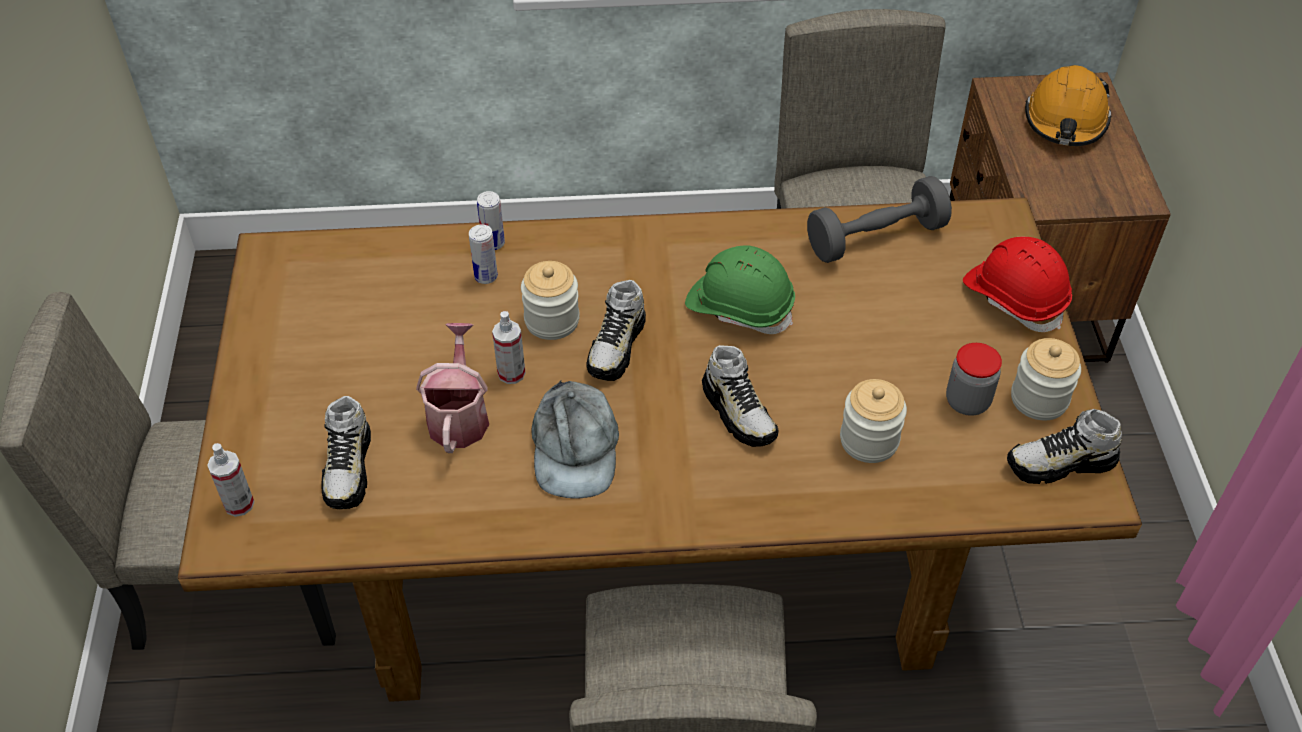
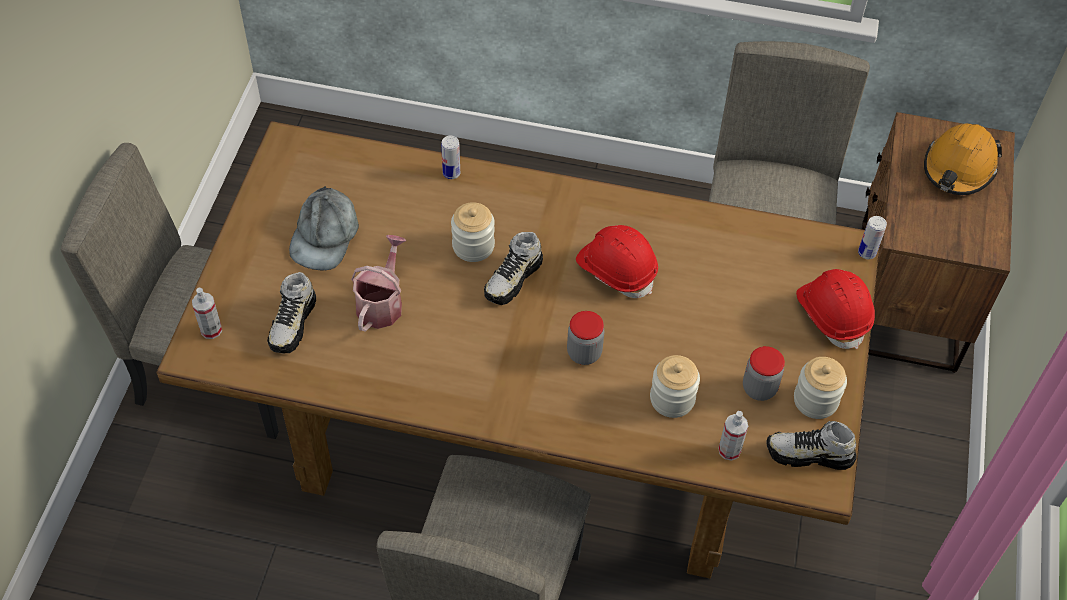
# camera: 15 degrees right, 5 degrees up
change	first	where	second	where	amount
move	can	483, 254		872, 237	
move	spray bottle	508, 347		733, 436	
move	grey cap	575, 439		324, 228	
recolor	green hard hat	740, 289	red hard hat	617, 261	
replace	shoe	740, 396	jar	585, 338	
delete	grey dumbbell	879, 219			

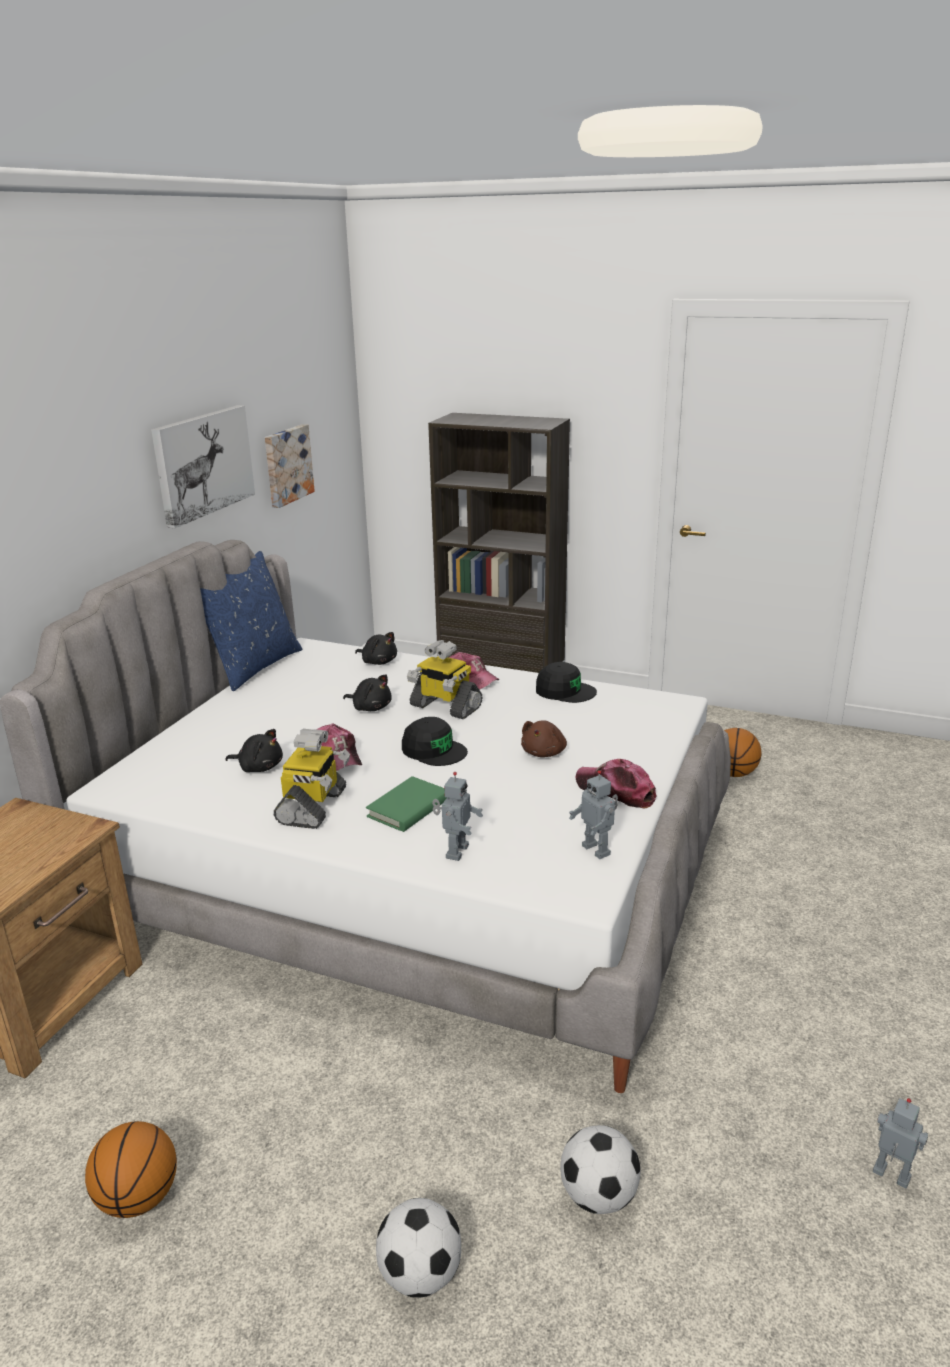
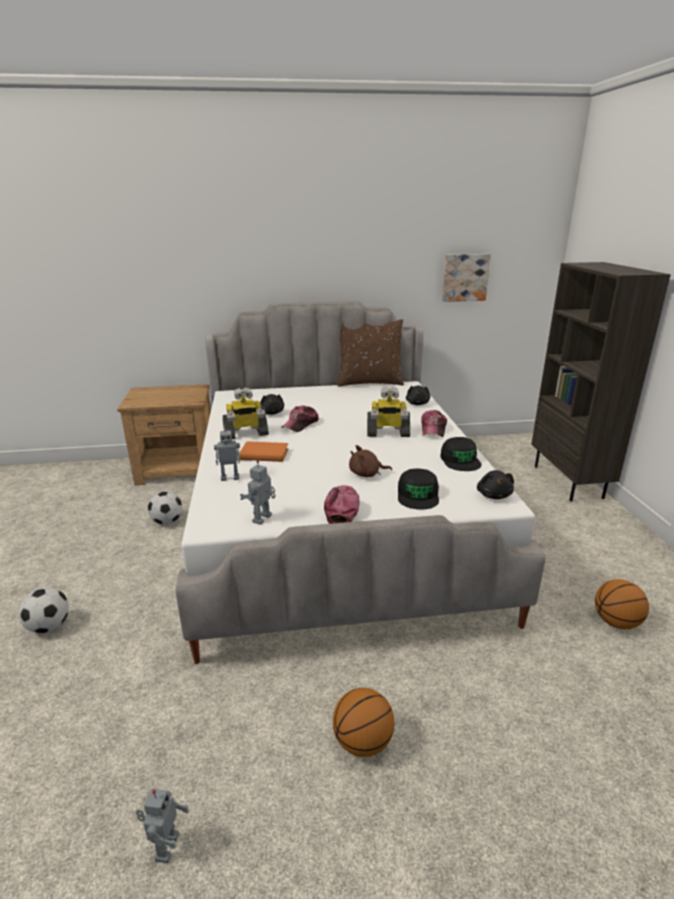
# camera: 60 degrees right, 0 degrees up
change	first	where	second	where	amount
move	basketball	131, 1169		364, 722	
delete	picture	203, 467			
recolor	blue pillow	251, 621	brown pillow	371, 353	
move	black plush toy	367, 692		495, 484	
recolor	green book	406, 804	orange book	264, 451	
move	black cap	435, 741		418, 489	
rotate	toy robot	444, 679		388, 412	90 degrees counterclockwise
move	football	600, 1169		165, 507	

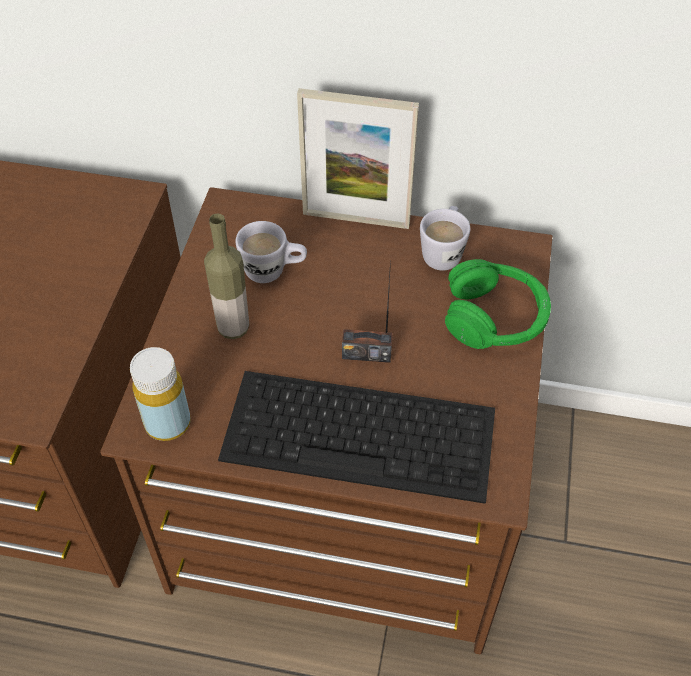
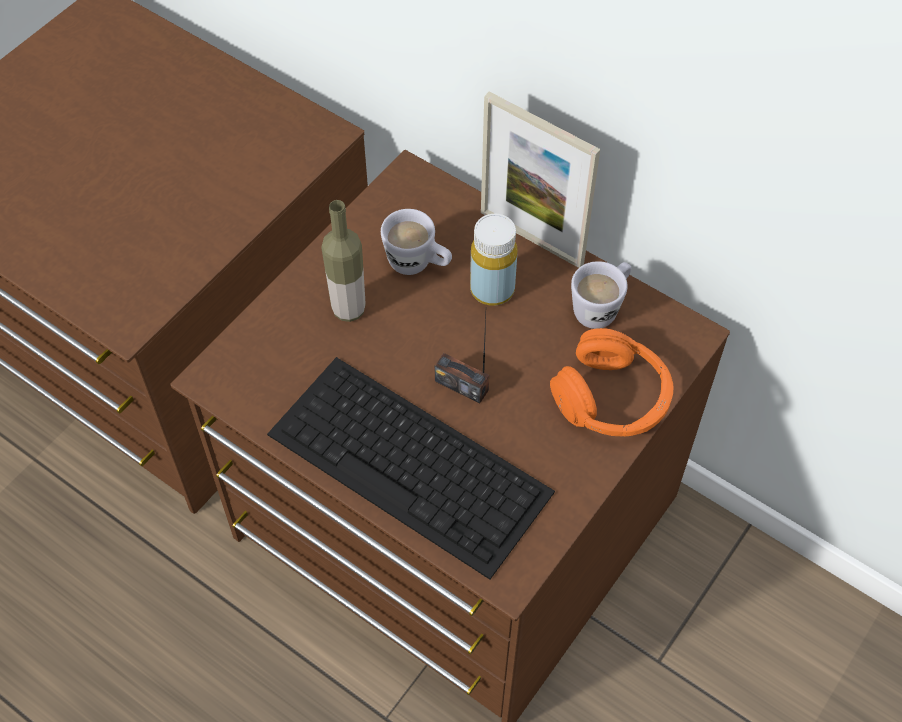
# camera: 25 degrees right, 5 degrees up
change	first	where	second	where	amount
move	yellow bottle	160, 394		493, 259	
recolor	green headphones	498, 304	orange headphones	612, 382	

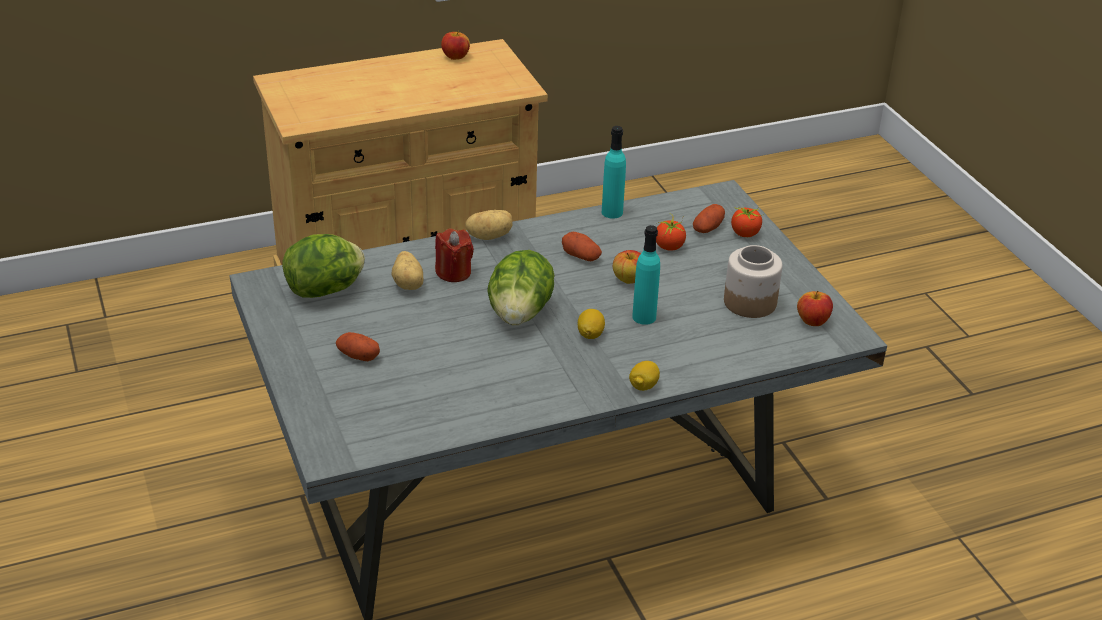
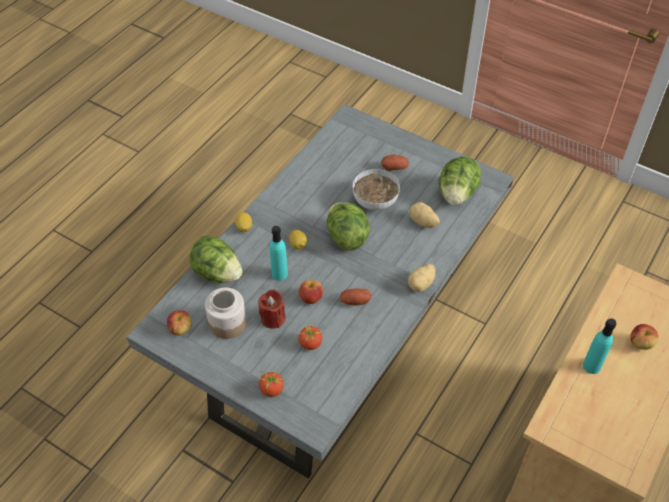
# camera: 145 degrees right, 15 degrees up
change	first	where	second	where	amount
move	red candle	454, 255		272, 309	
move	apple	455, 45		644, 337	
move	turquoise bottle	614, 172		599, 346	
delete	potato	709, 218			
insert			lettuce	216, 260	
insert			bowl	376, 189	

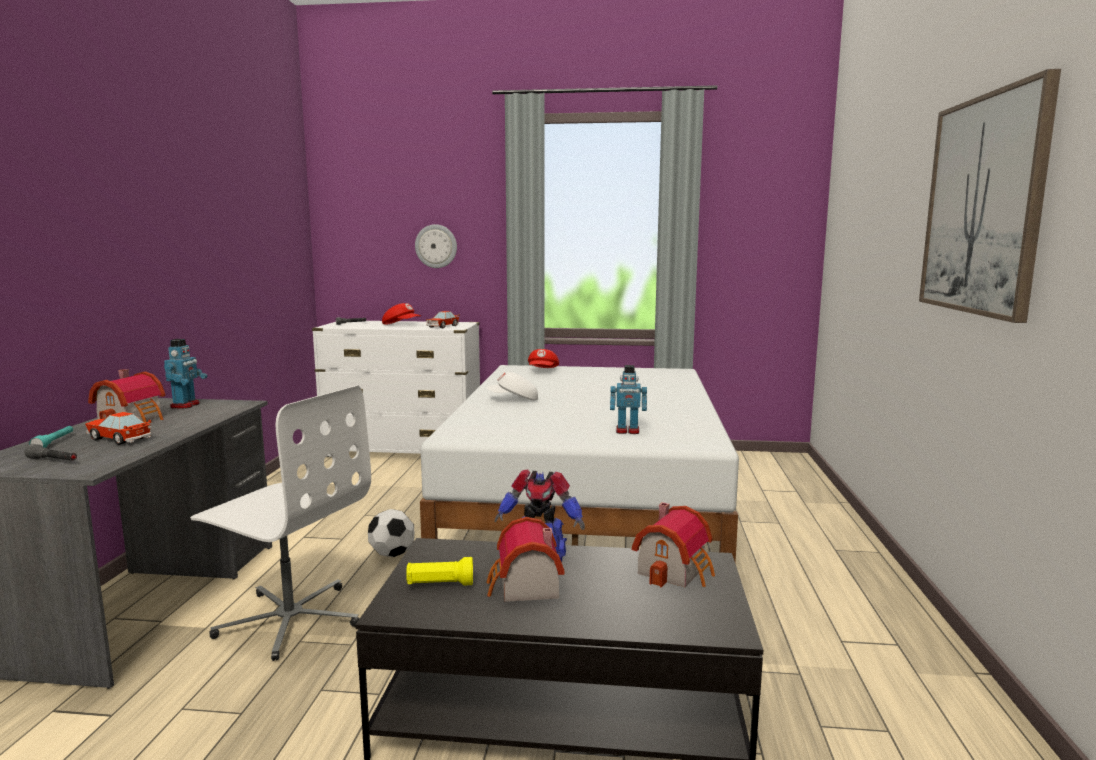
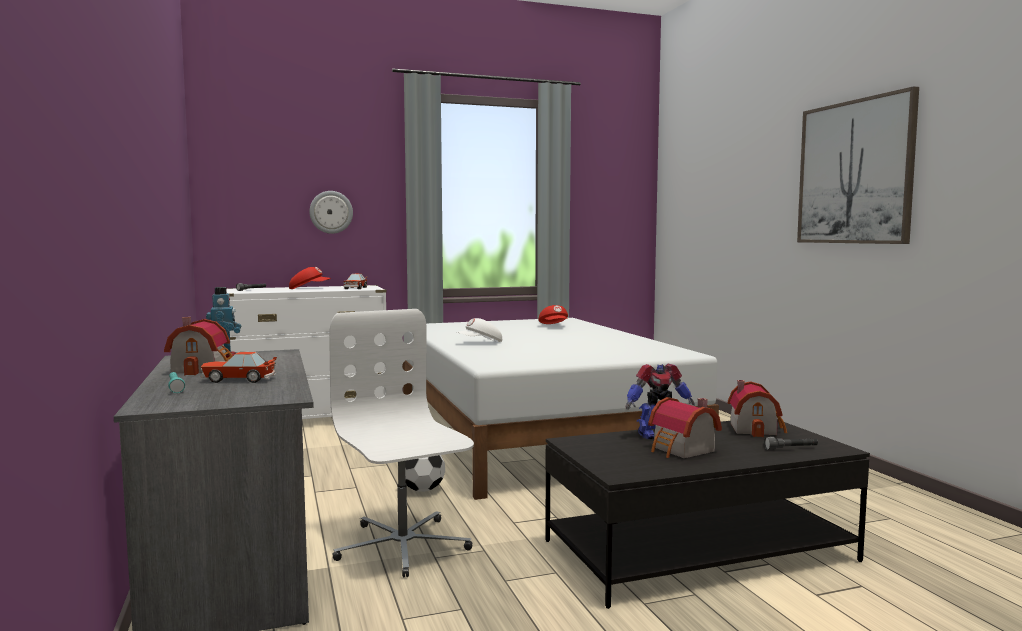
# camera: 25 degrees left, 5 degrees down
change	first	where	second	where	amount
move	grey flashlight	50, 452		791, 443	
rotate	white office chair	280, 523		401, 443	120 degrees counterclockwise
delete	yellow flashlight	439, 571			
move	red cap	543, 358		553, 314	
delete	toy robot	628, 399			

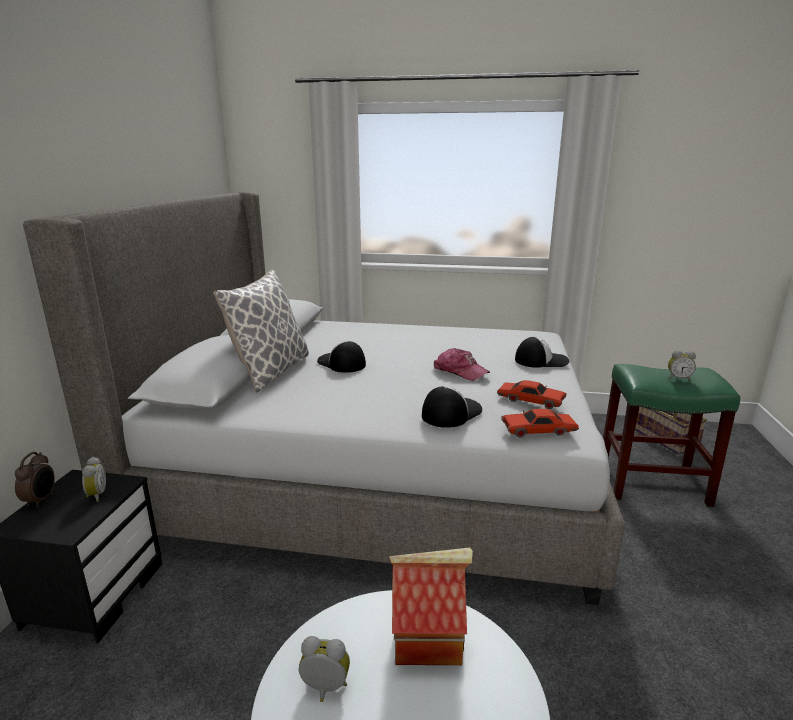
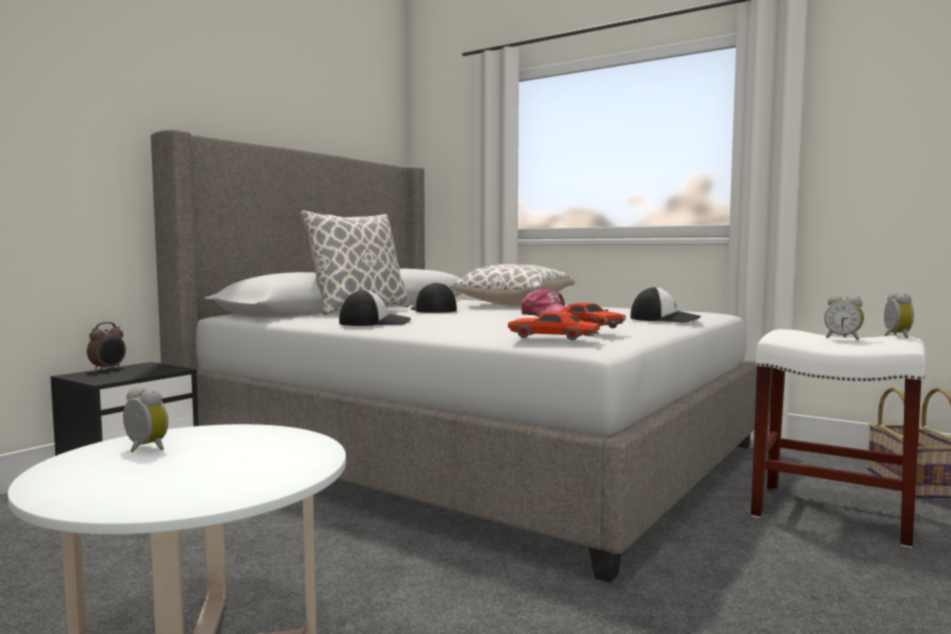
# camera: 25 degrees right, 15 degrees down
change	first	where	second	where	amount
move	alarm clock	94, 479		899, 315	
delete	toy house	431, 606			
move	cap	452, 407		375, 307	
recolor	green stool	671, 436	white stool	838, 438	
insert			pillow	513, 285	

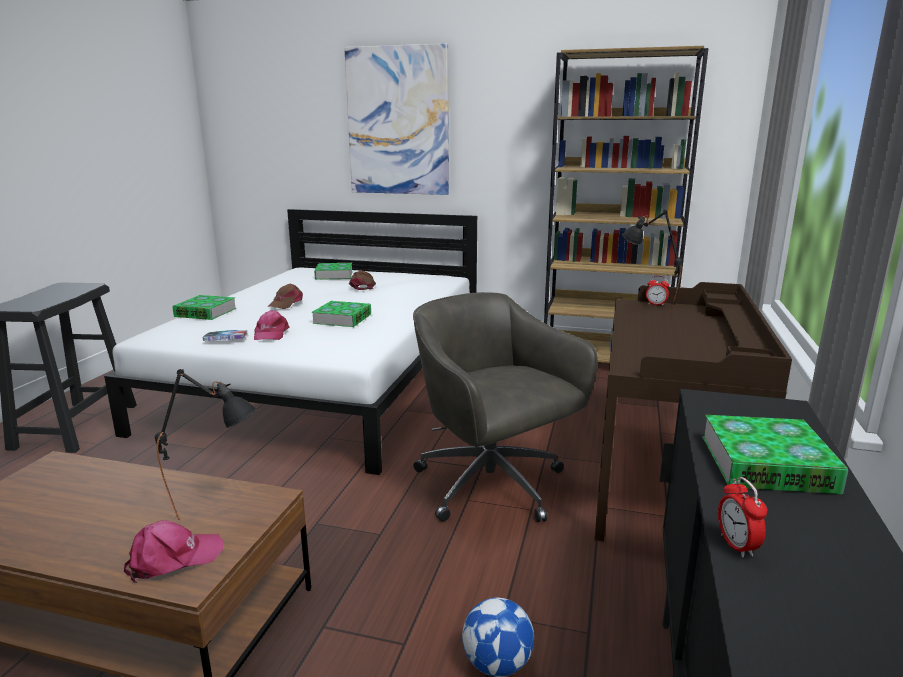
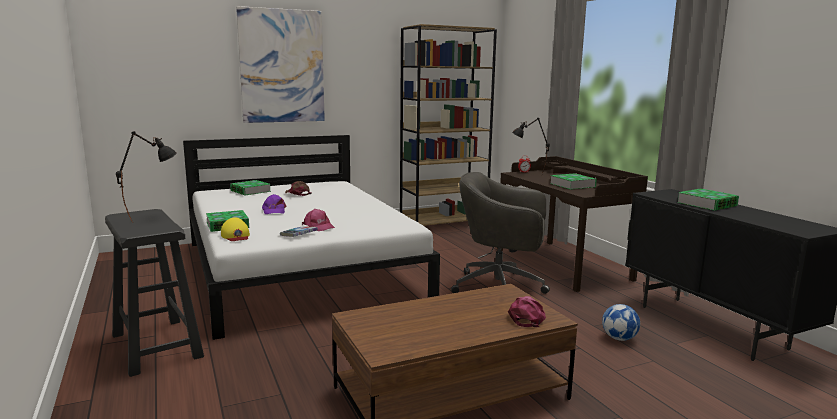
# camera: 40 degrees left, 5 degrees down
change	first	where	second	where	amount
move	black table lamp	206, 444		146, 176	
recolor	brown cap	285, 296	purple cap	274, 204	
move	book	341, 314		573, 181	
delete	alarm clock	742, 517			
insert			yellow cap	235, 229	

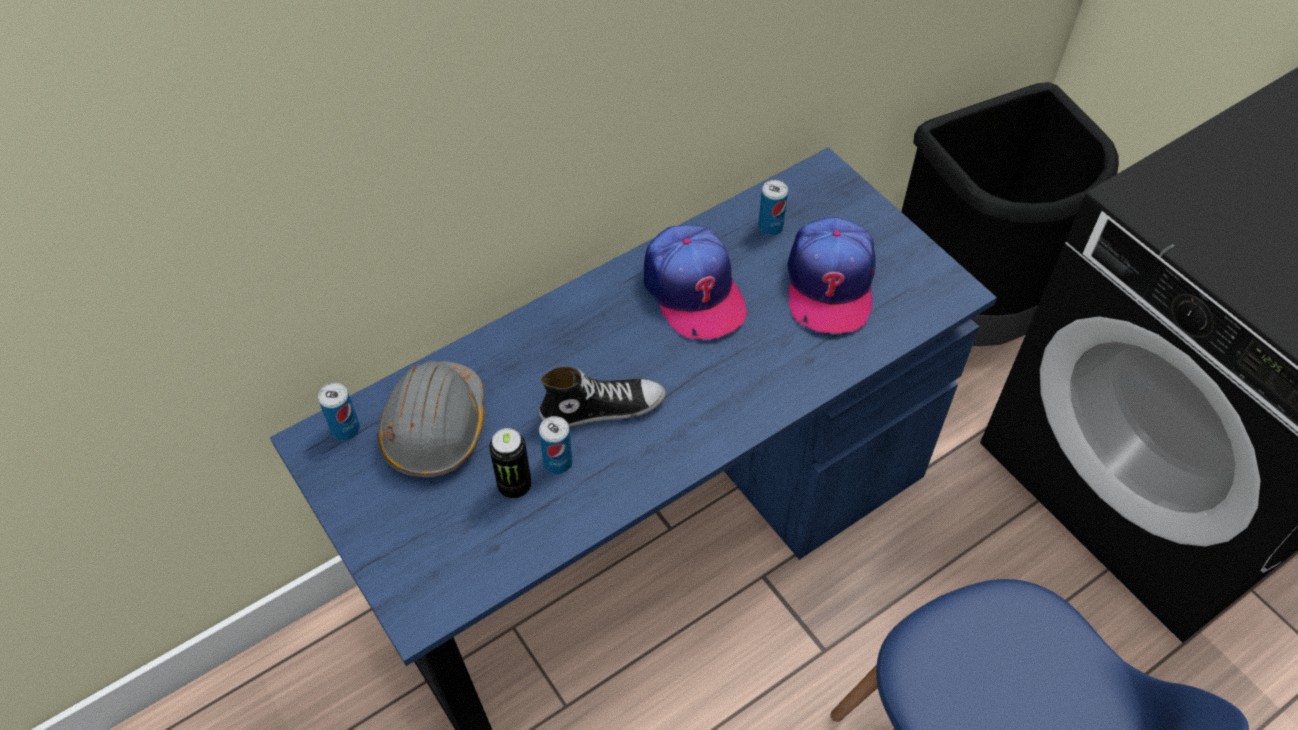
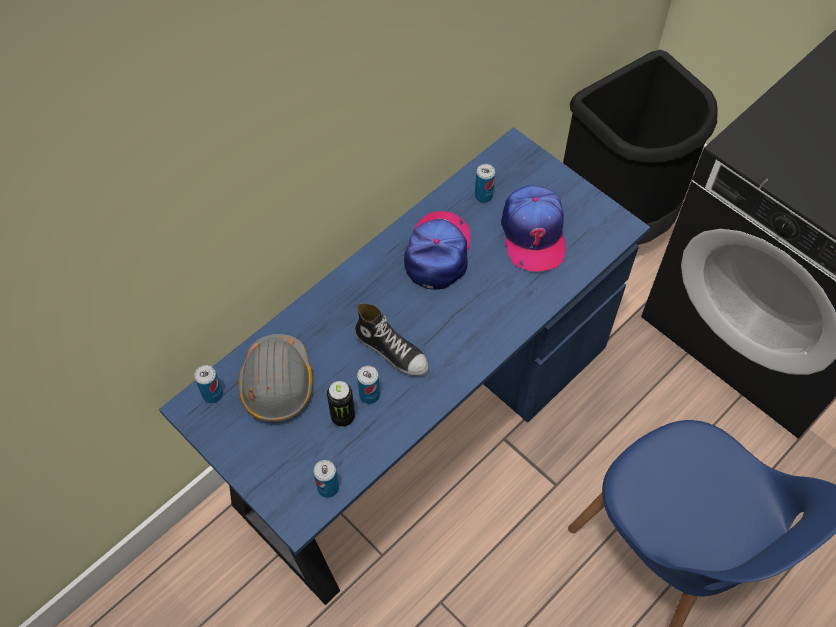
# camera: 10 degrees left, 5 degrees up
change	first	where	second	where	amount
rotate	shoe	602, 397		392, 339	60 degrees clockwise
rotate	cap	696, 282		437, 250	135 degrees counterclockwise
insert			can	326, 479	

